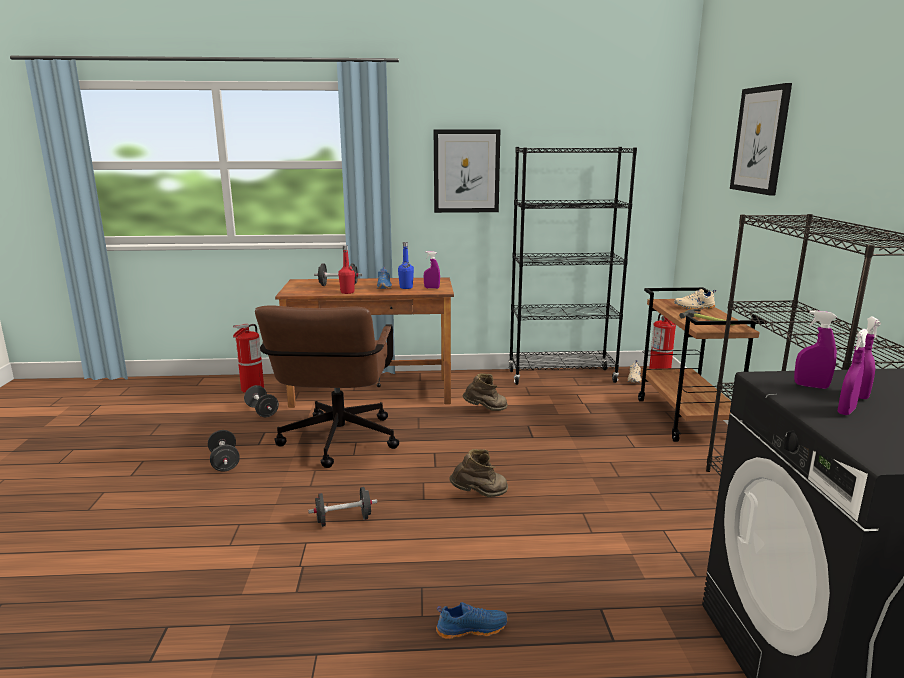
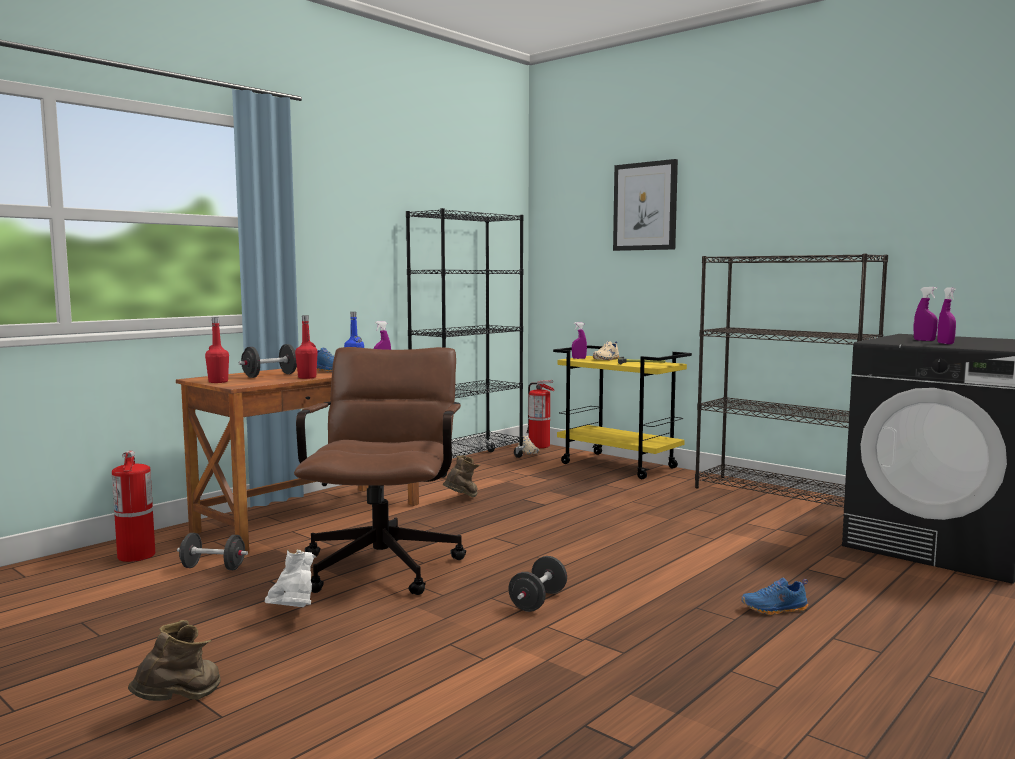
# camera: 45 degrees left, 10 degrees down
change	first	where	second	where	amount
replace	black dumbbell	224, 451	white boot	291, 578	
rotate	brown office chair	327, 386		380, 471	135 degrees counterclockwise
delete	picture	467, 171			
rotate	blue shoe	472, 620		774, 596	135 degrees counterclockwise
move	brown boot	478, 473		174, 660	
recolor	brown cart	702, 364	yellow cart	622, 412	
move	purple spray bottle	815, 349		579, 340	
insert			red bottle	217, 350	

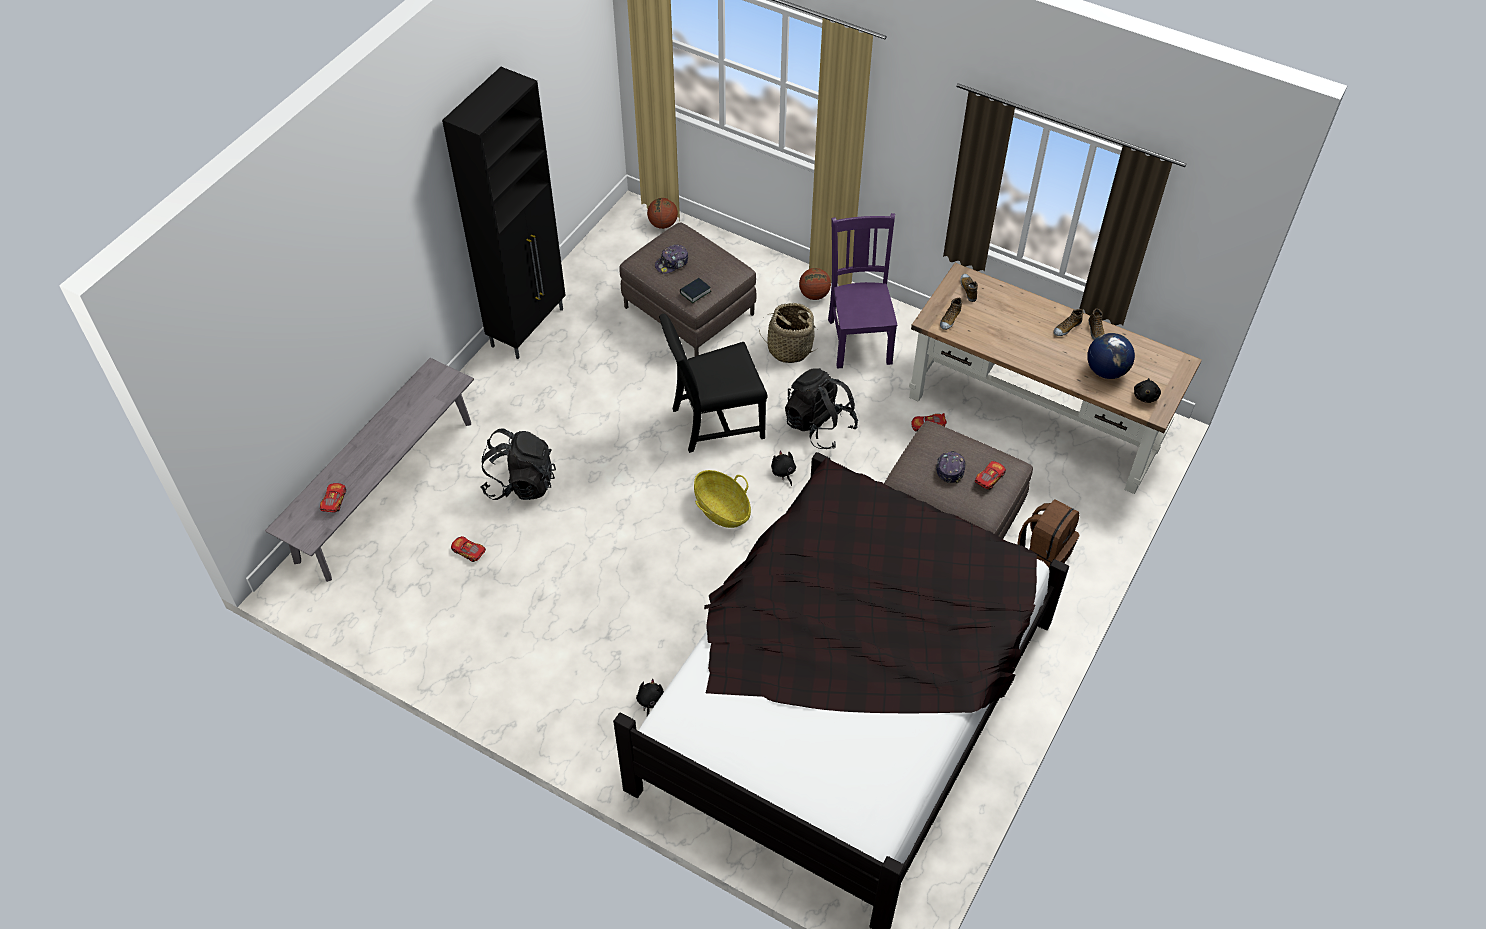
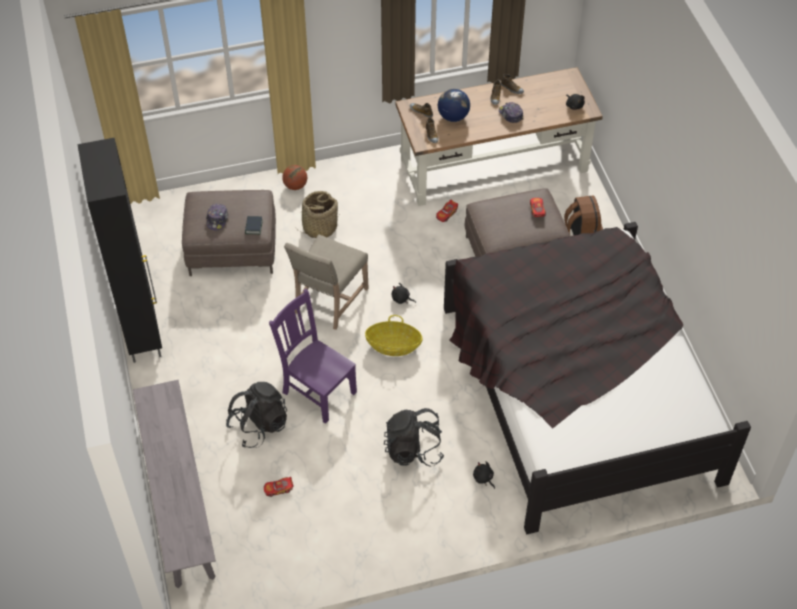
# camera: 45 degrees left, 0 degrees up
change	first	where	second	where	amount
delete	toy car	333, 498			
delete	basketball	662, 213			
recolor	black chair	713, 383	beige chair	326, 282	
move	black backpack	821, 408		414, 437	
move	purple chair	862, 291		313, 356	
move	cap	951, 467		511, 112	
move	globe	1111, 356		454, 105	

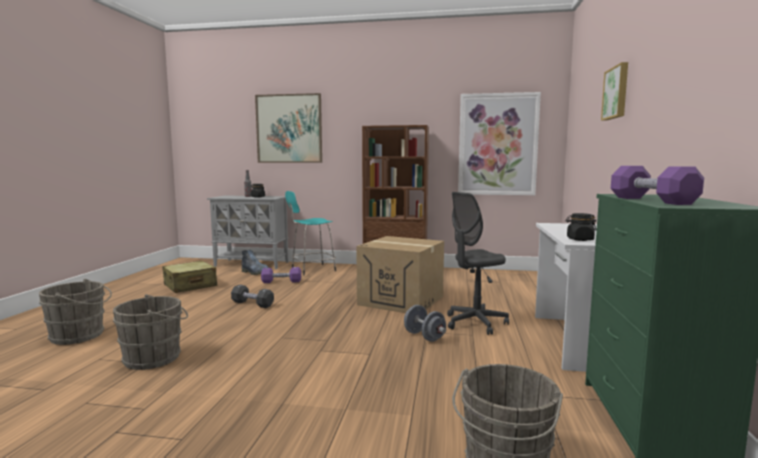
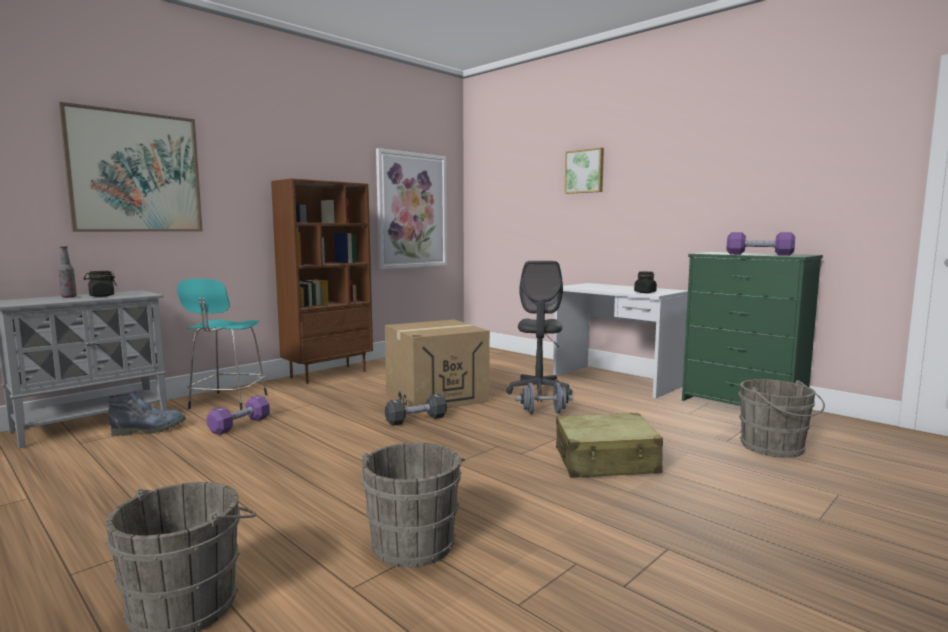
# camera: 55 degrees left, 0 degrees up
change	first	where	second	where	amount
move	beige suitcase	189, 277		609, 445	
move	black dumbbell	252, 296		416, 410	

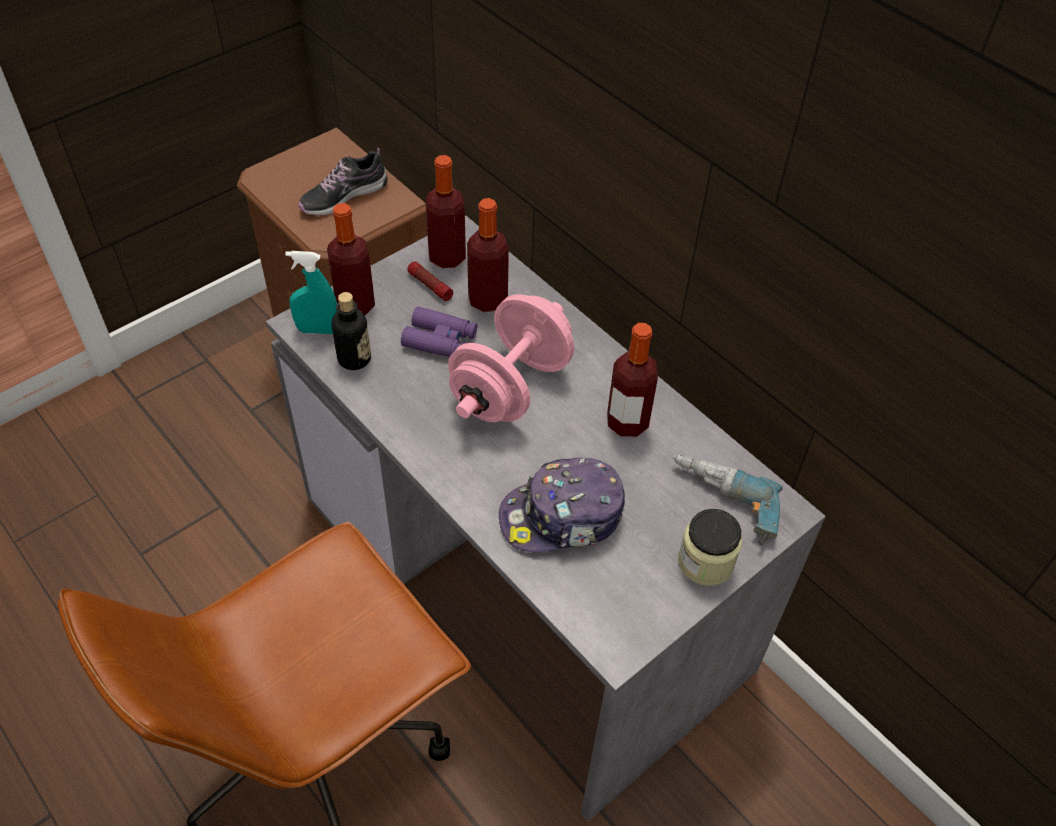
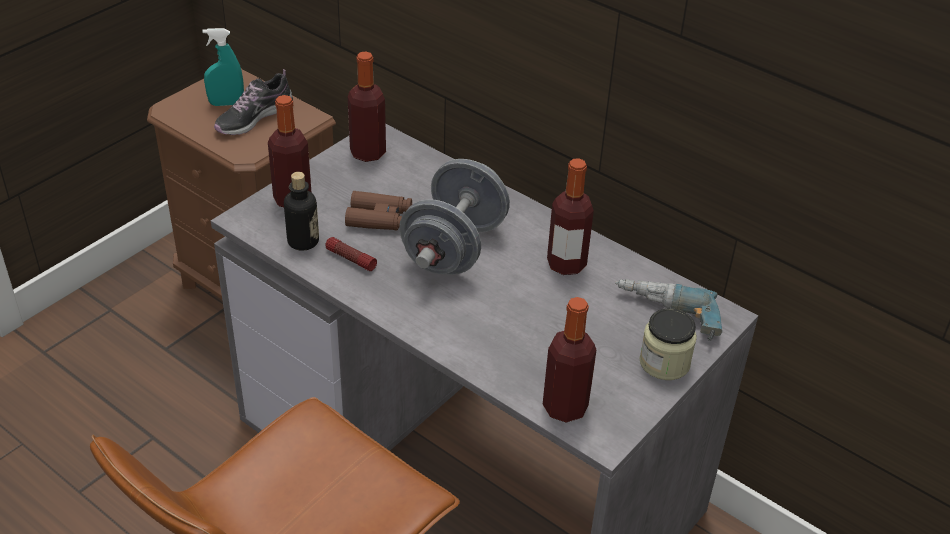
# camera: 10 degrees left, 10 degrees down
change	first	where	second	where	amount
move	turquoise spray bottle	311, 292		223, 67	
recolor	purple binoculars	439, 332	brown binoculars	378, 210	
move	flashlight	430, 281		351, 254	
recolor	pink dumbbell	511, 358	grey dumbbell	454, 217	
move	bottle	488, 255		570, 360	
delete	cap	562, 504			

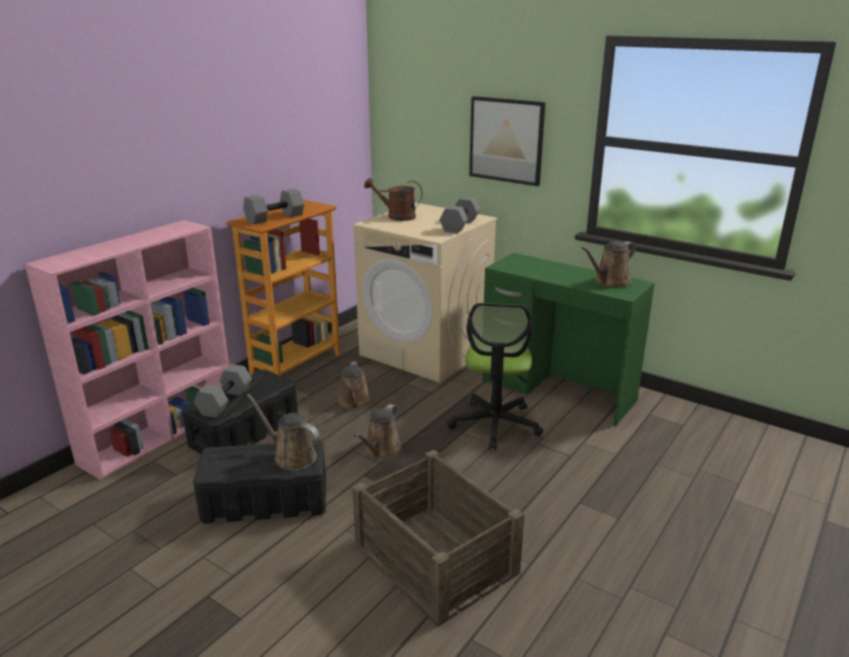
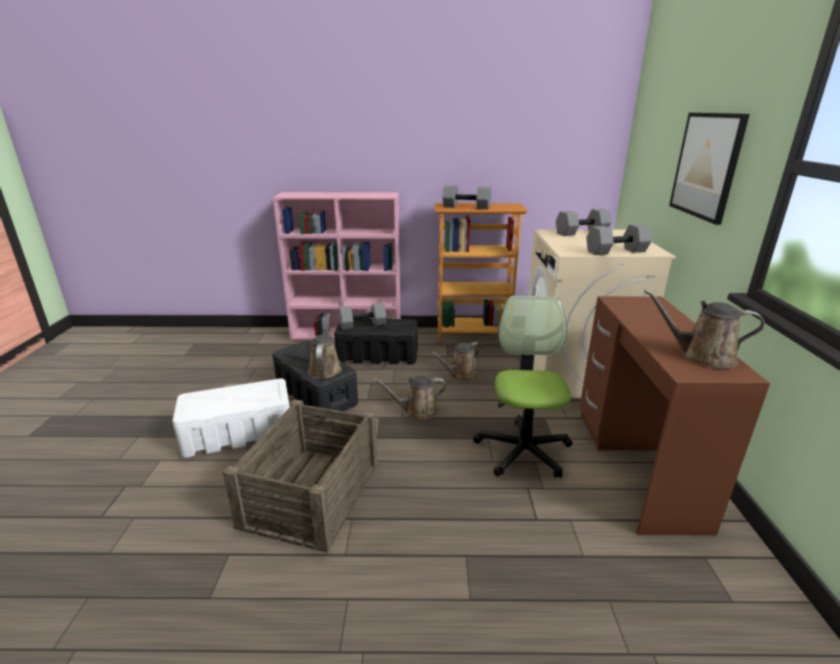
# camera: 55 degrees right, 0 degrees up
change	first	where	second	where	amount
replace	brown watering can	393, 199	grey dumbbell	583, 222	
rotate	office chair	495, 376		523, 387	120 degrees clockwise
recolor	green desk	568, 339	brown desk	675, 416	
insert			white storage box	231, 418	

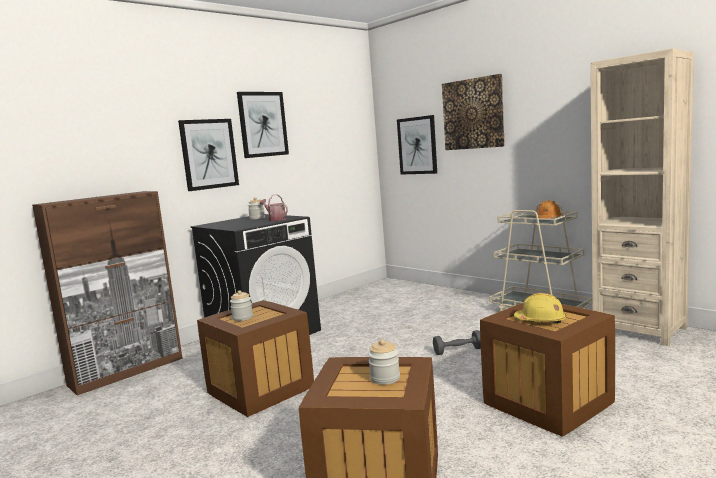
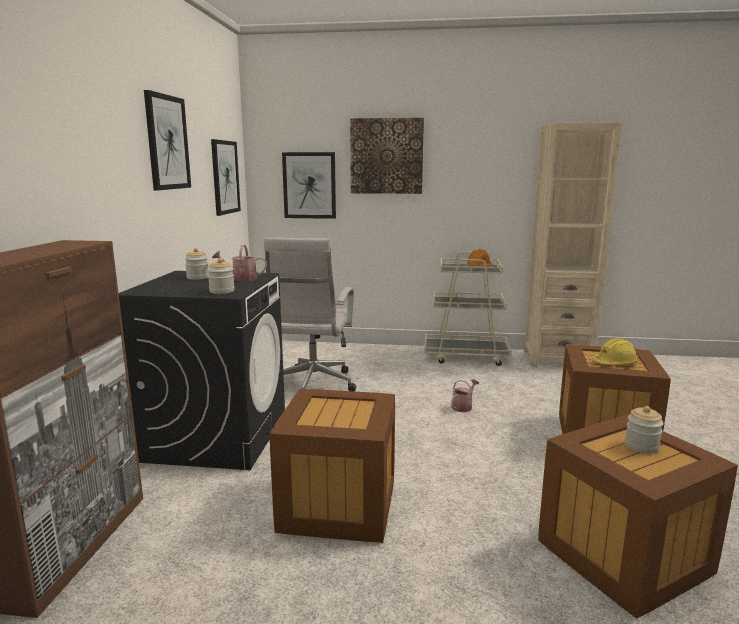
# camera: 40 degrees left, 5 degrees up
change	first	where	second	where	amount
move	picture	208, 155		226, 177	
move	jar	241, 305		221, 276	
replace	grey dumbbell	457, 342	watering can	465, 395	
insert			white office chair	310, 314	

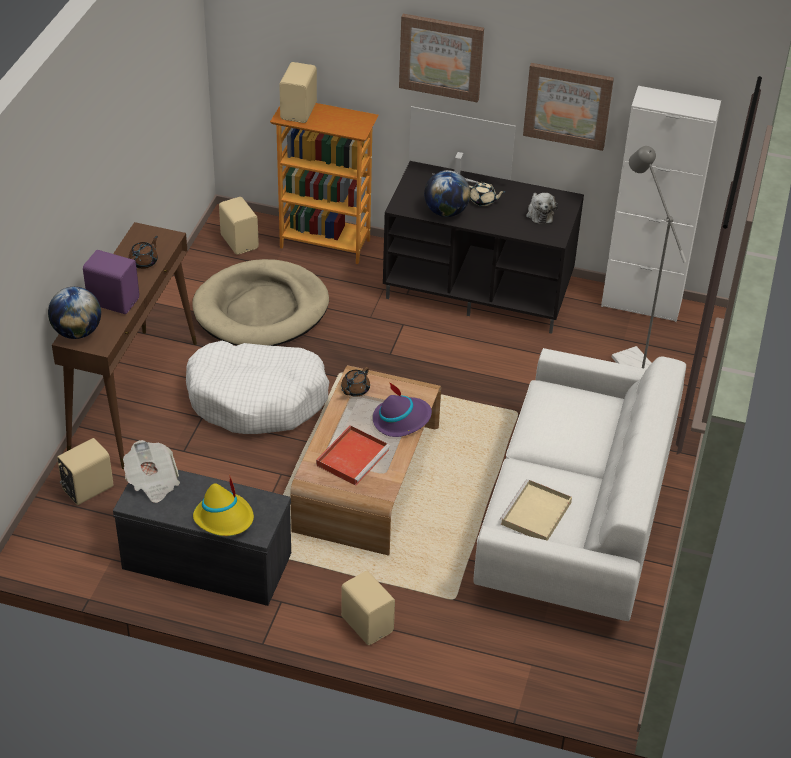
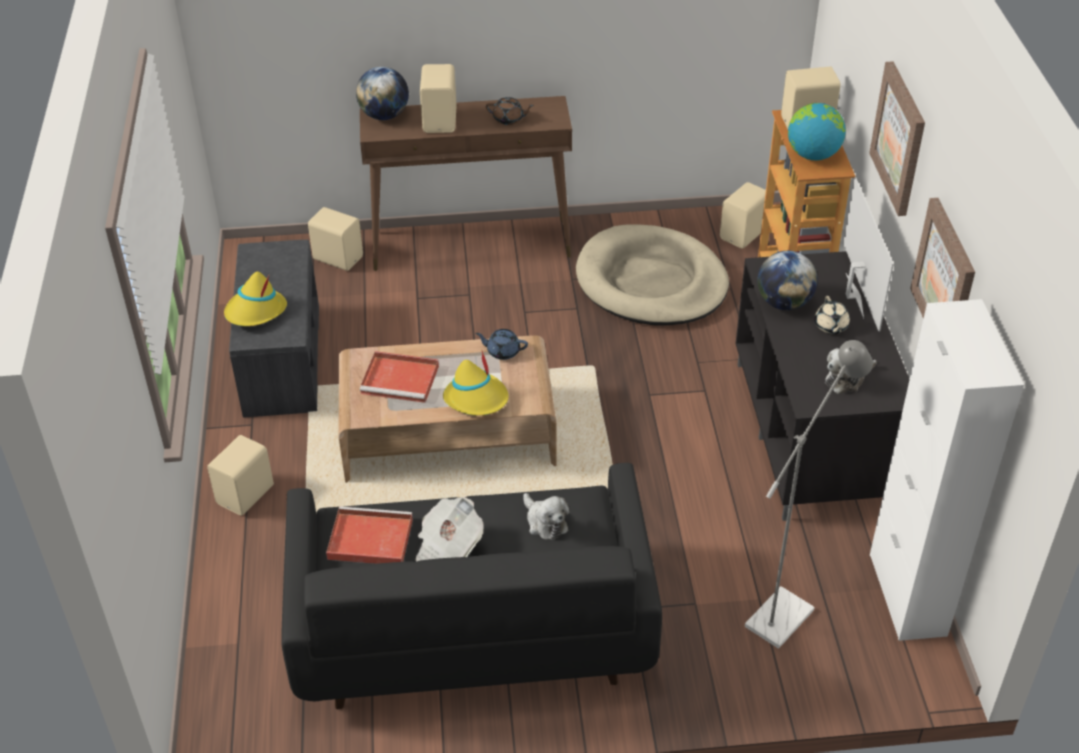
# camera: 70 degrees right, 0 degrees up
change	first	where	second	where	amount
recolor	purple speaker	111, 282	beige speaker	438, 98	
move	newspaper	151, 471		449, 529	
delete	white dog bed	258, 387			
recolor	brown teapot	355, 382	blue teapot	501, 344	
recolor	purple hat	402, 409	yellow hat	476, 382	
recolor	white sofa	579, 484	black sofa	471, 586	
recolor	beige tray	536, 510	red tray	369, 535	
insert			plush toy	546, 516	
insert			globe	817, 131	

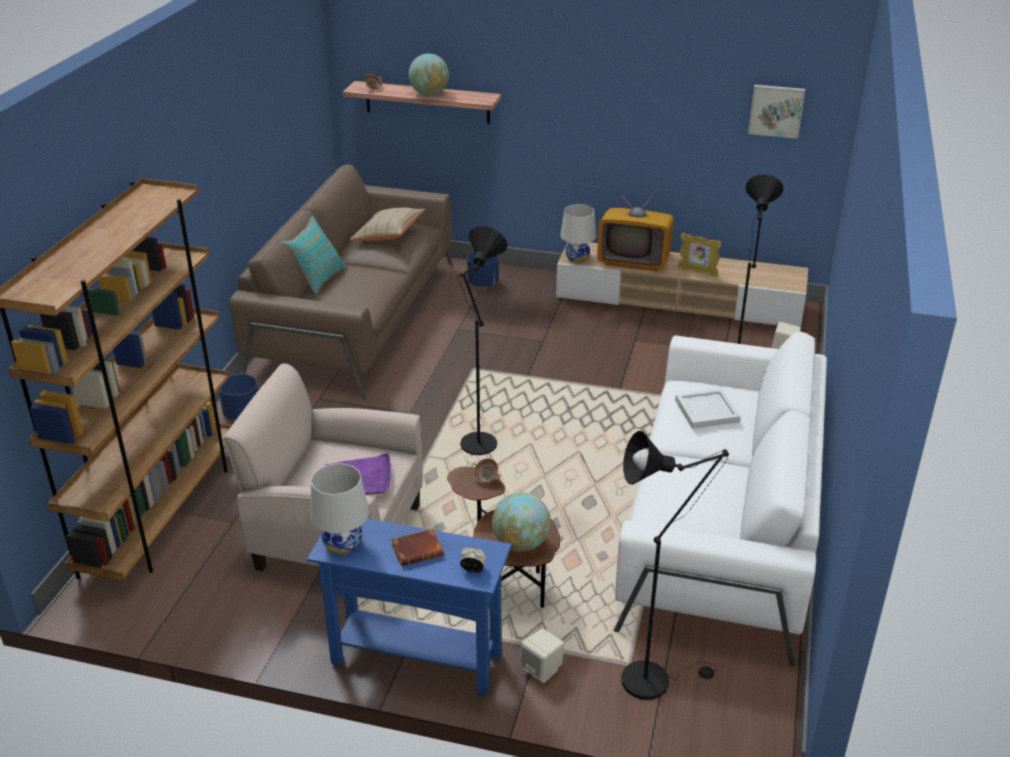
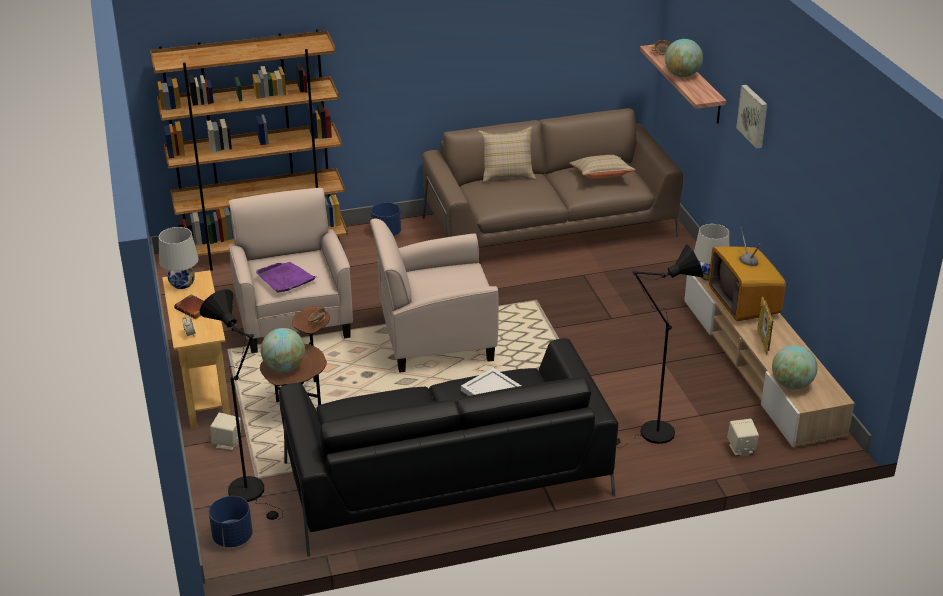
# camera: 60 degrees right, 0 degrees up
change	first	where	second	where	amount
recolor	turquoise pillow	314, 255	beige pillow	507, 155	
recolor	blue console table	409, 607	beige console table	196, 349	
replace	black floor lamp	482, 340	beige armchair	434, 296	
move	blue planter	483, 269		231, 521	
recolor	white sofa	720, 499	black sofa	448, 447	
move	picture	776, 112		752, 116	
insert			globe	795, 367	

